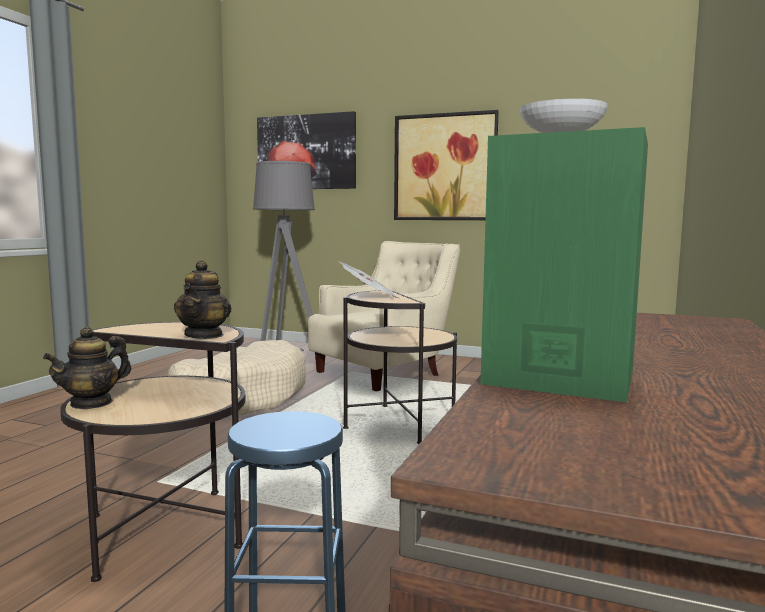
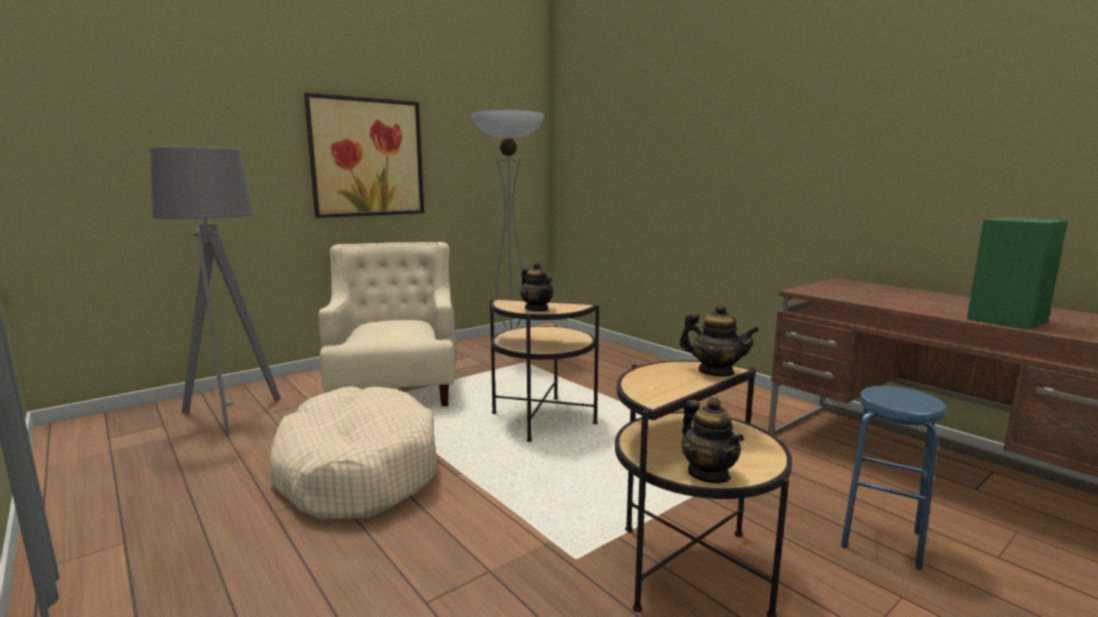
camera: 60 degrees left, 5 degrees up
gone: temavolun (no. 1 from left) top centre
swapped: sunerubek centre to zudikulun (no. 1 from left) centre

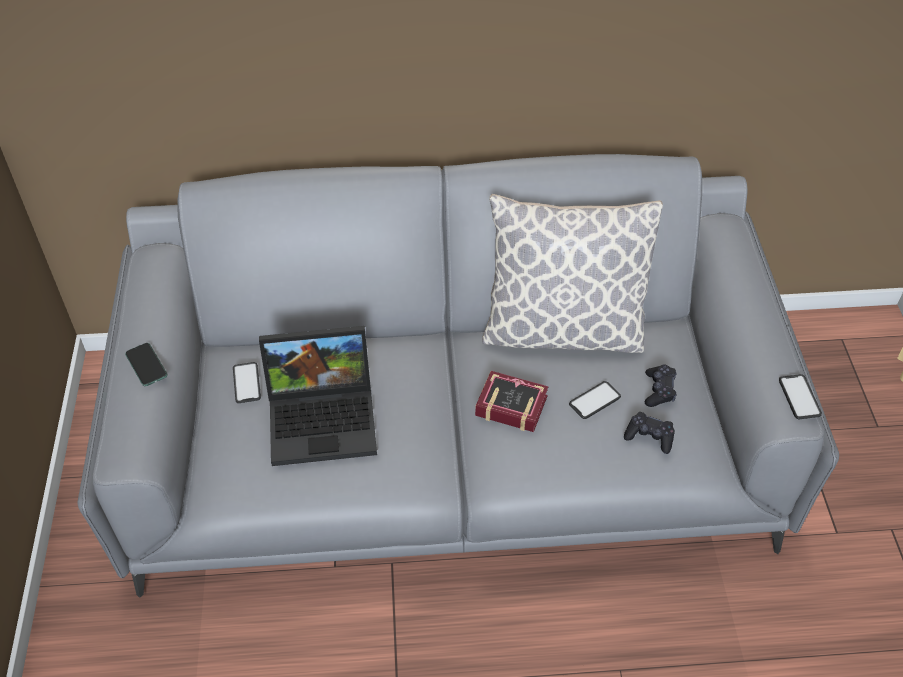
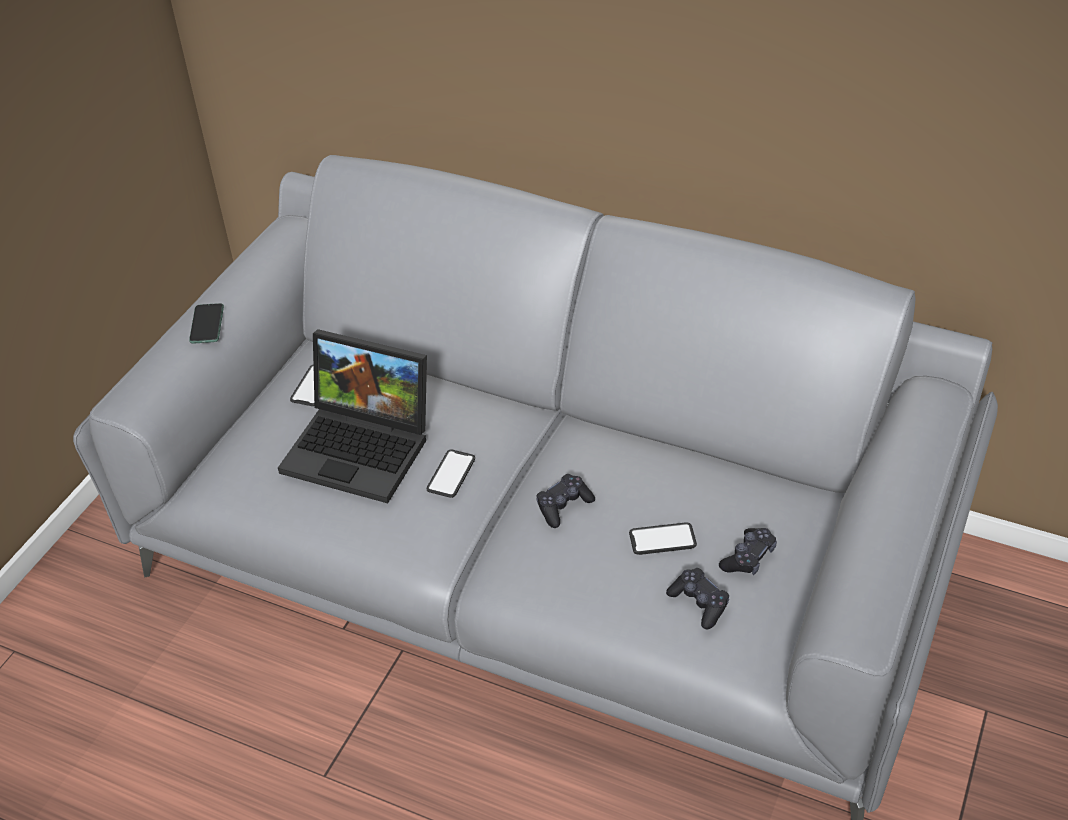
camera: 30 degrees right, 5 degrees down
gone: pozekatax centre
shifted: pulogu (no. 4 from left in the first image) middle right to pulogu (no. 3 from left) centre
swapped: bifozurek centre to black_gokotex (no. 1 from left) centre

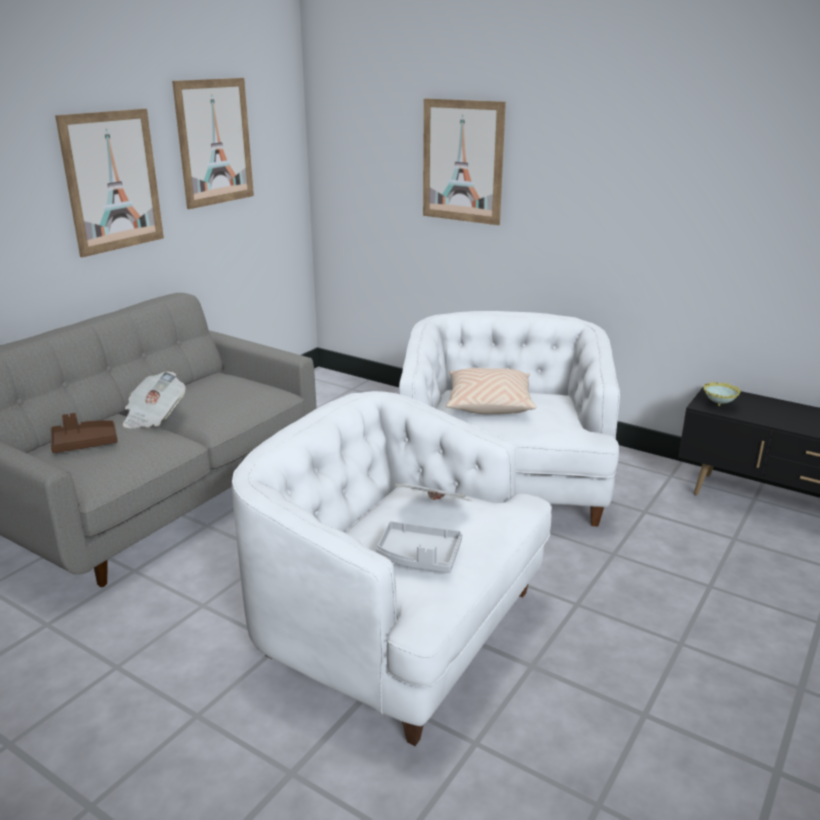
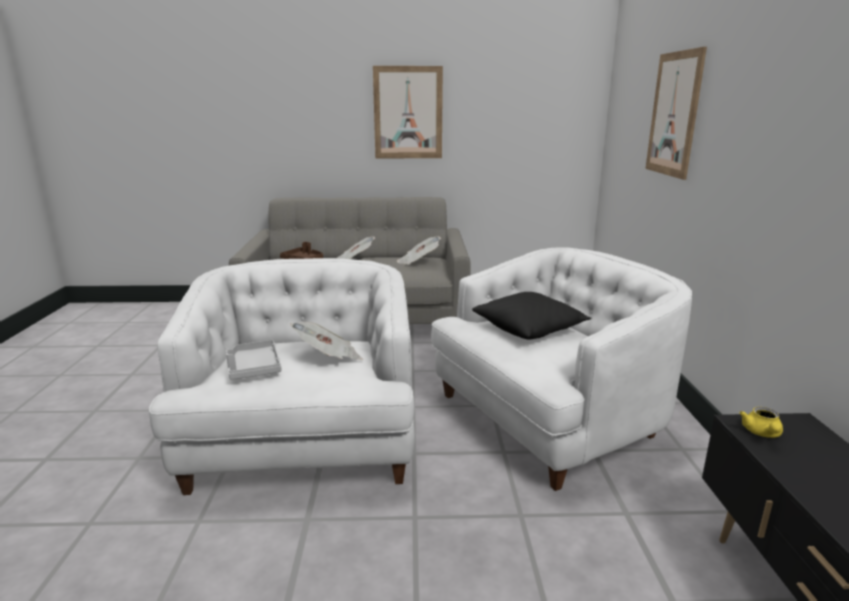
camera: 55 degrees right, 5 degrees down
gone: temavolun (no. 2 from left) top left
new: sunerubek (no. 3 from left) centre
swapped: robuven middle right to yellow_zudikulun bottom right
repainted: beige_pozekatax centre to black_pozekatax centre

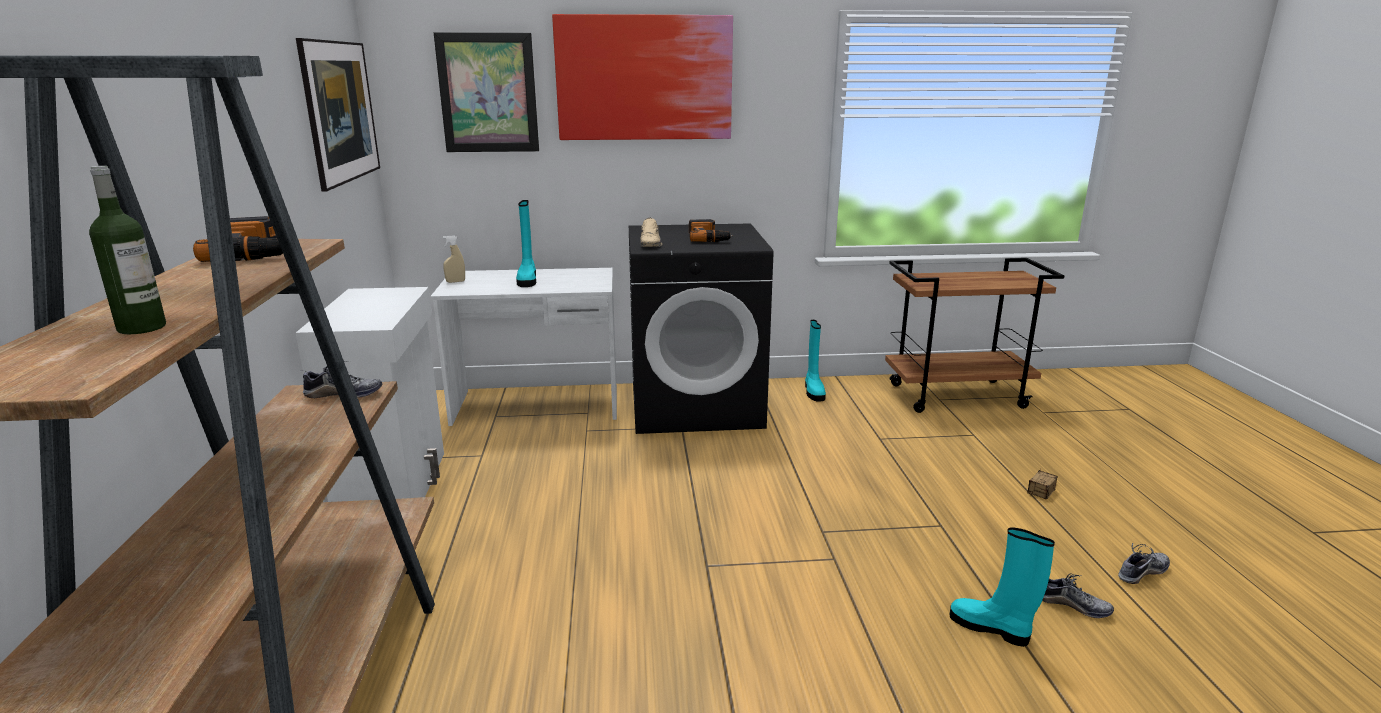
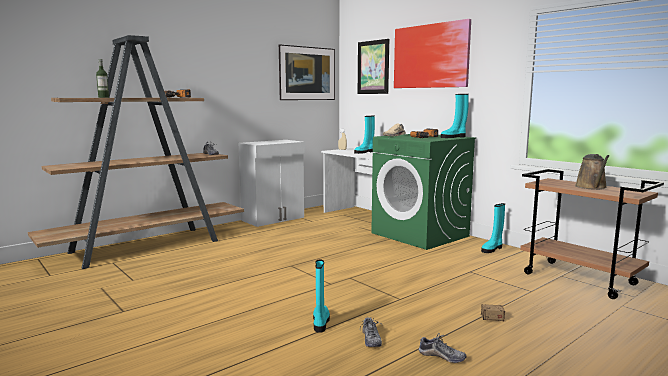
camera: 55 degrees right, 10 degrees down
new: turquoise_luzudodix (no. 3 from left) top right; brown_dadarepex middle right
repainted: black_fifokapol centre to green_fifokapol centre

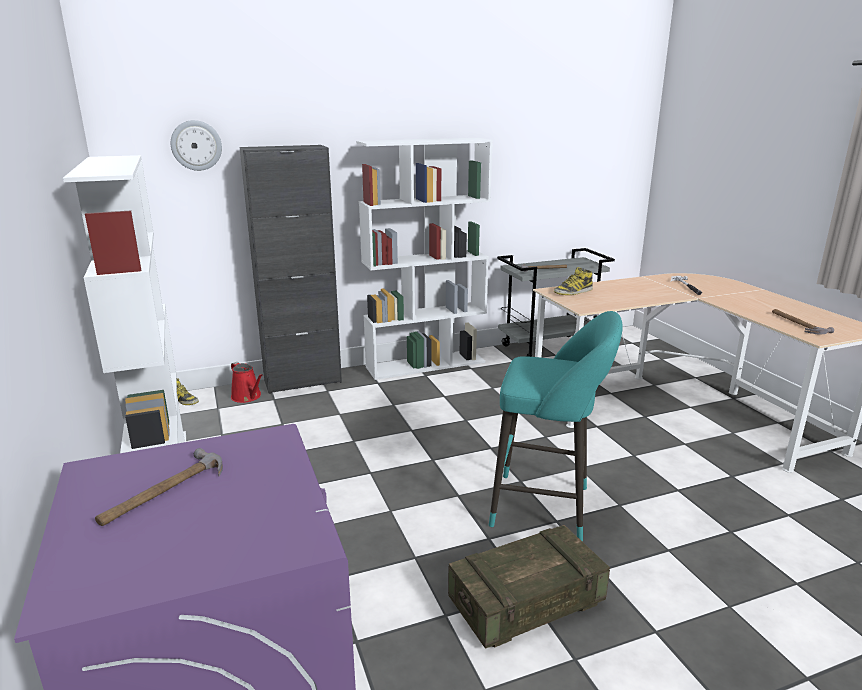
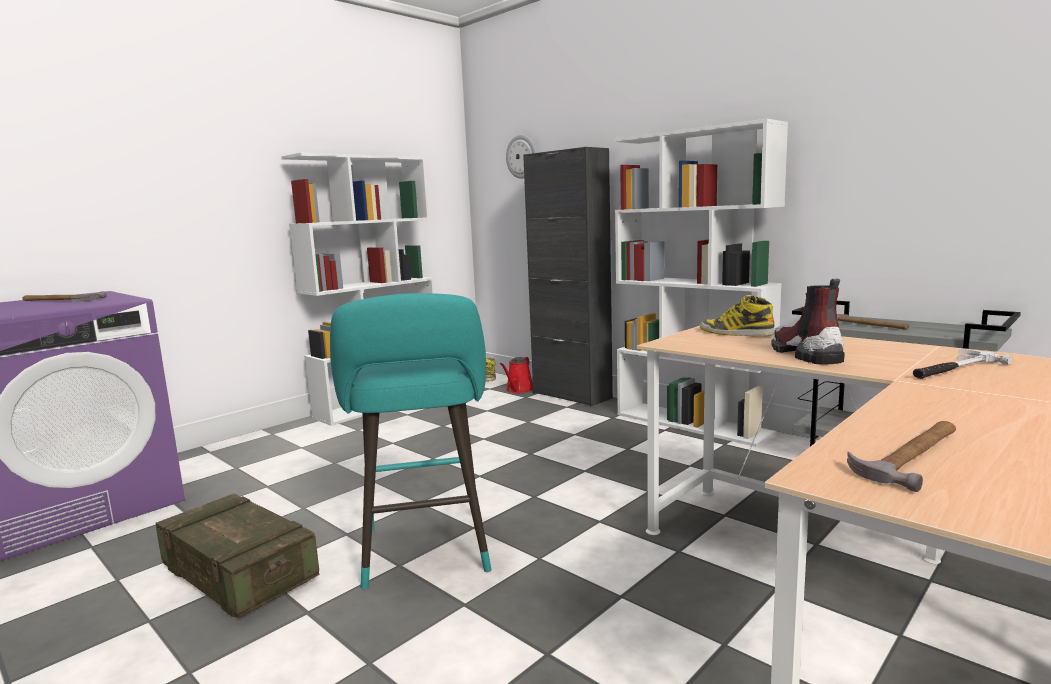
camera: 65 degrees right, 10 degrees down
new: luzudodix (no. 3 from left) middle right

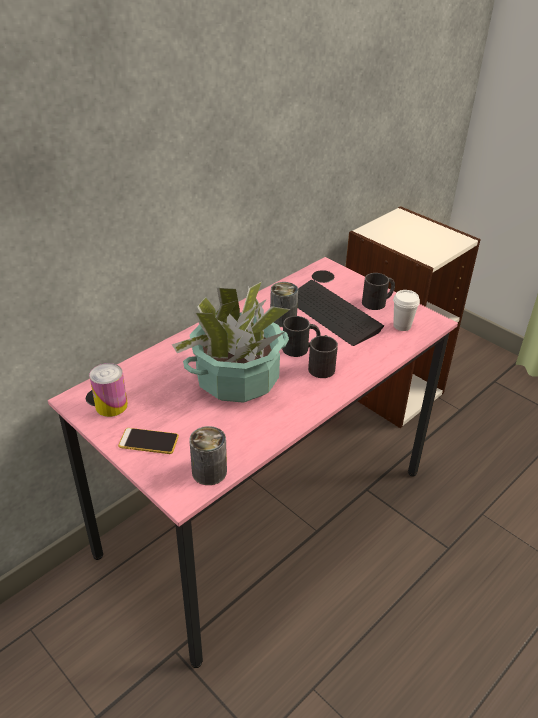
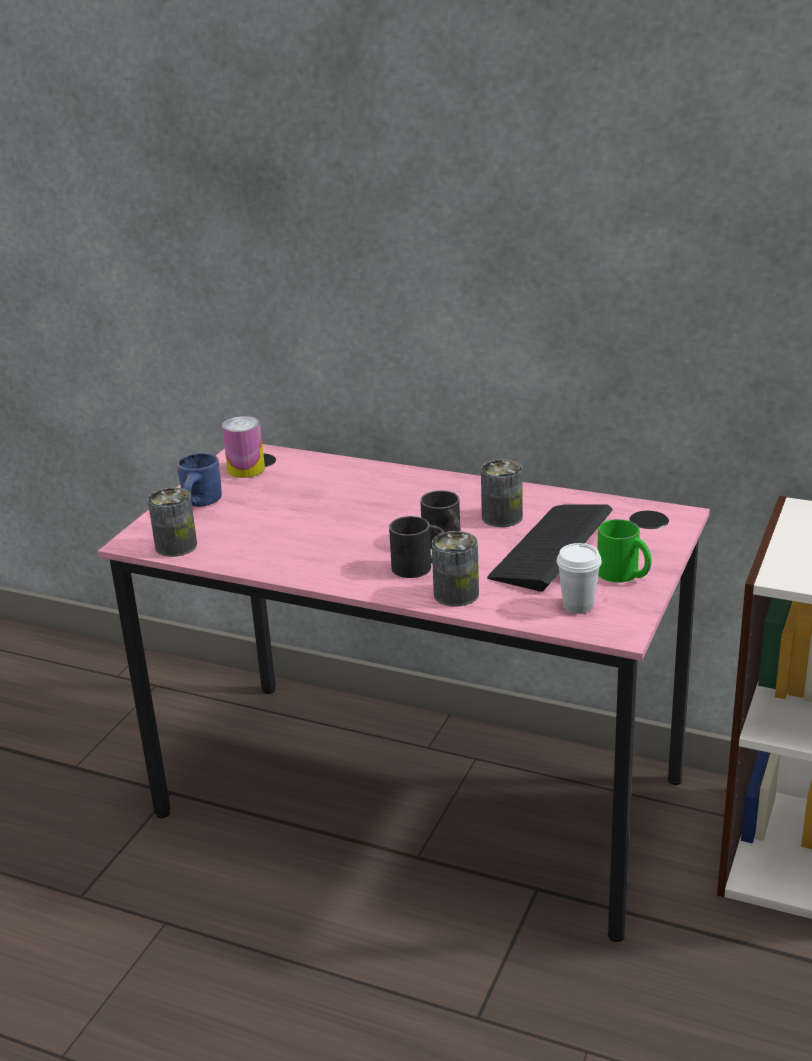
camera: 70 degrees right, 10 degrees down
gone: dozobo centre
new: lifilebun (no. 3 from left) centre
swapped: pulogu middle left to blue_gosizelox middle left
repainted: black_gosizelox (no. 3 from left) middle right to green_gosizelox middle right

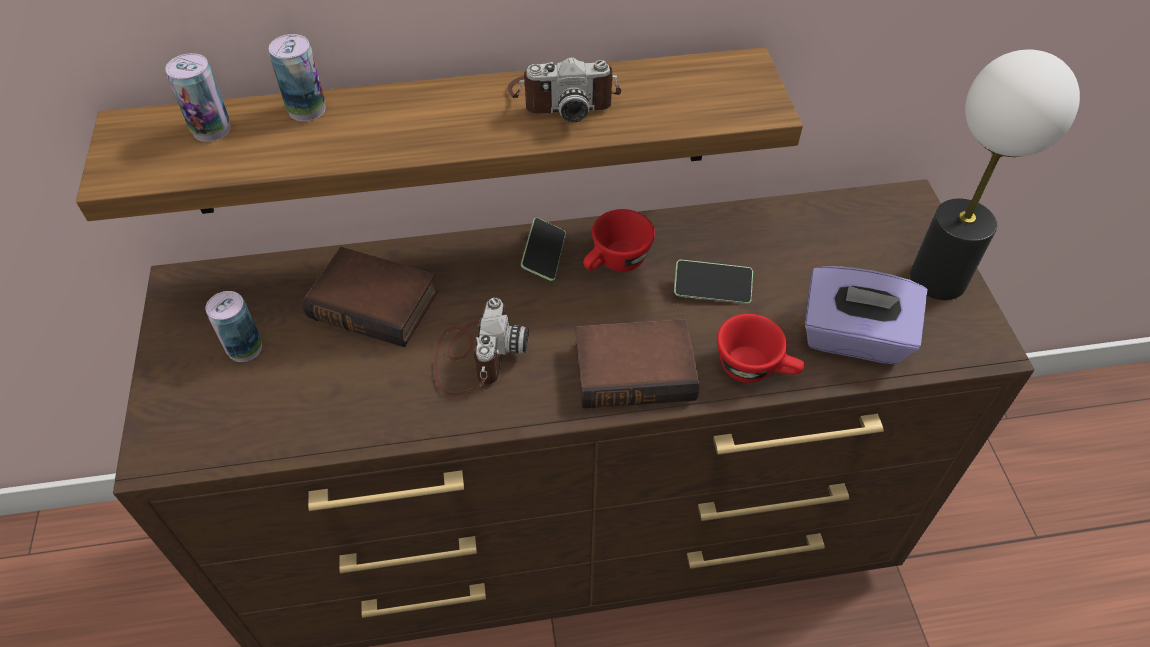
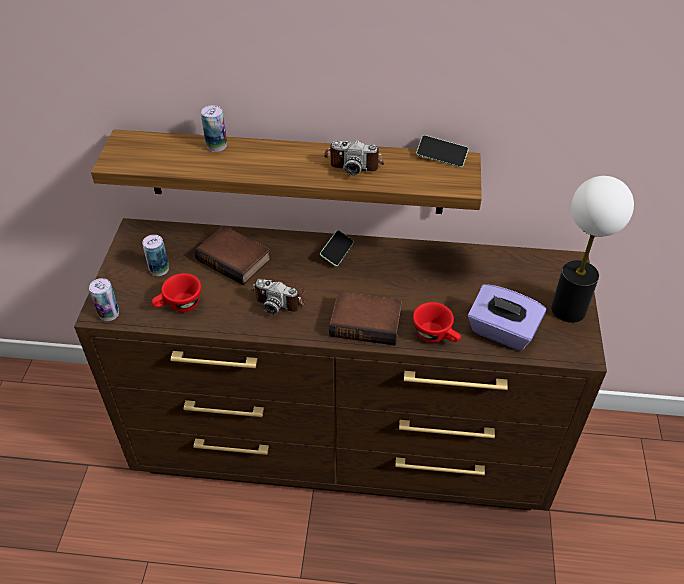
camera: 15 degrees right, 5 degrees down
shifted: lifilebun (no. 1 from left) top left to middle left; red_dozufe (no. 1 from left) centre to middle left; pulogu (no. 2 from left) centre to top centre
rotated: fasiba (no. 1 from left) centre = centre 90 degrees clockwise

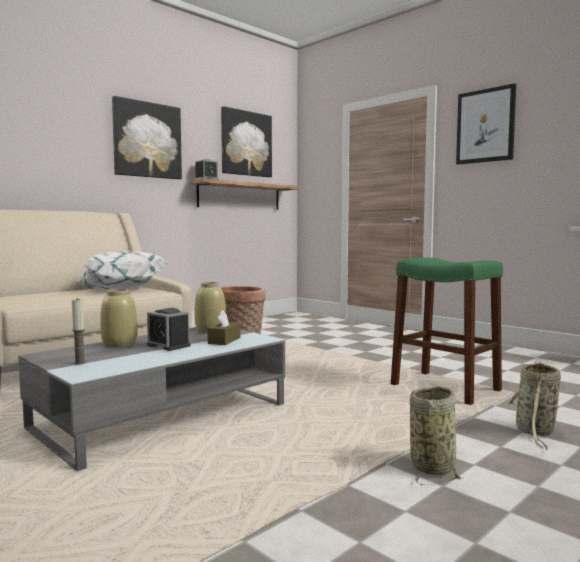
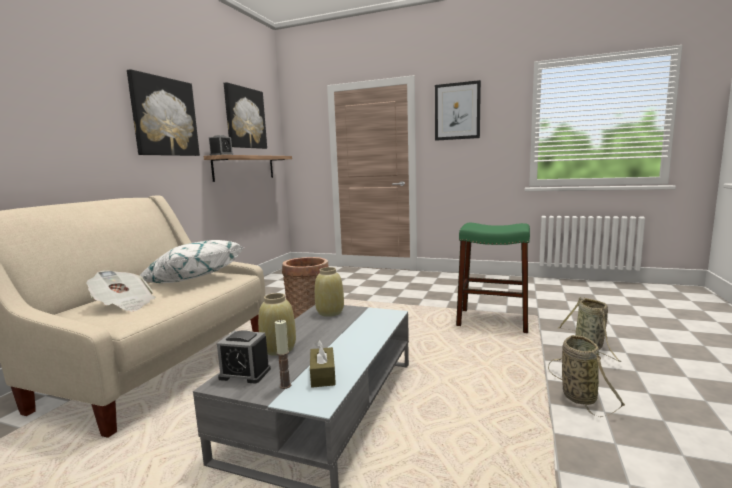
camera: 25 degrees left, 5 degrees up
new: sunerubek middle left
shifted: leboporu (no. 1 from left in the first image) middle left to leboporu (no. 2 from left) bottom centre; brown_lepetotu centre to bottom centre

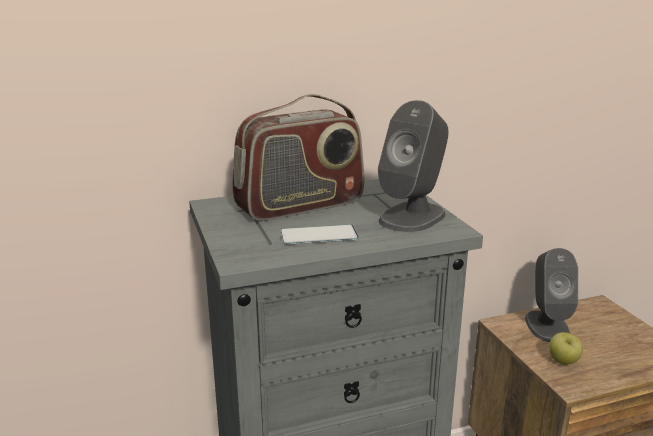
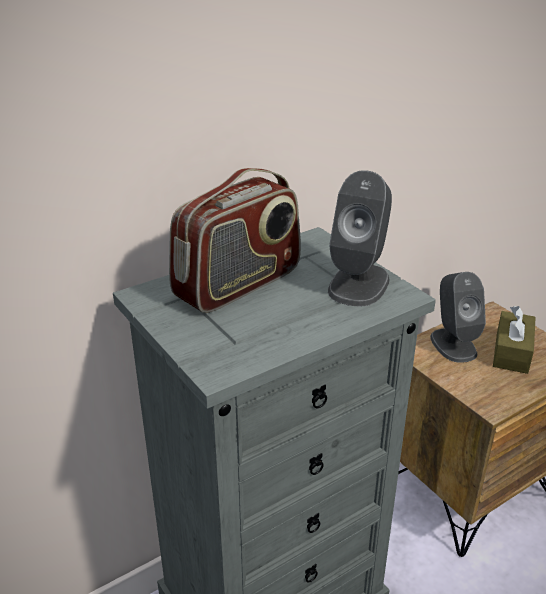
camera: 15 degrees left, 10 degrees up
gone: pulogu centre; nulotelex bottom right
new: brown_lepetotu middle right

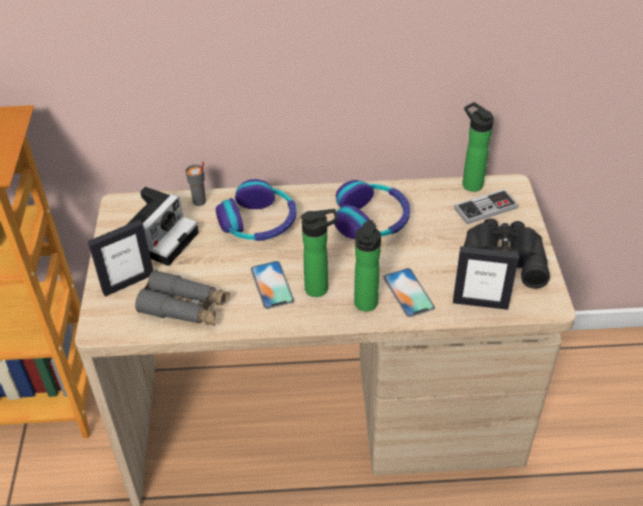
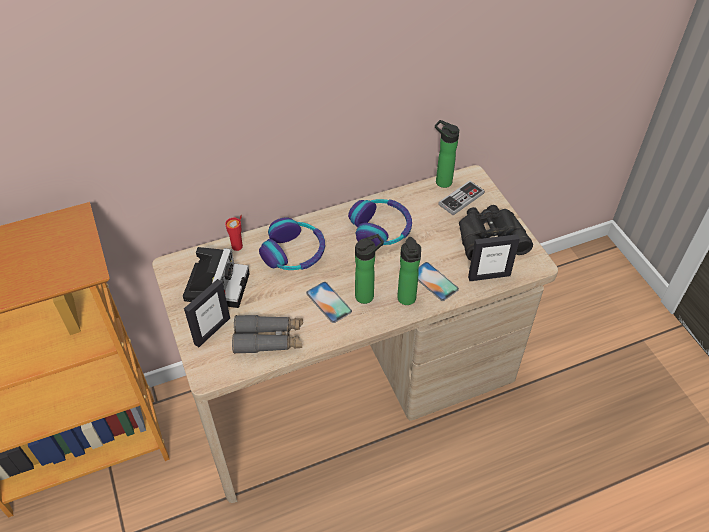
camera: 20 degrees left, 5 degrees up
repainted: grey_dozufe middle left to red_dozufe middle left

